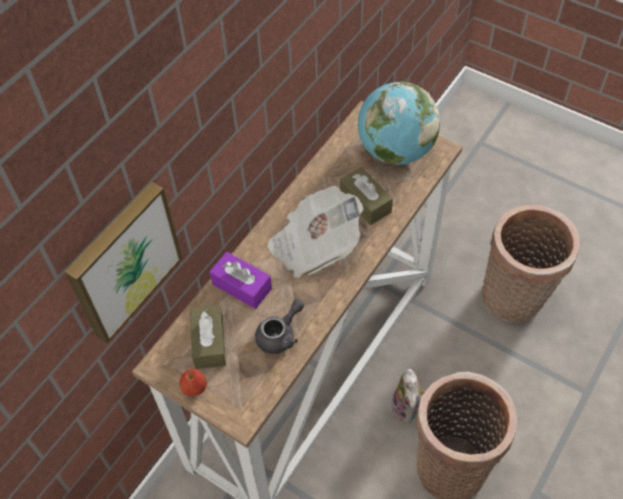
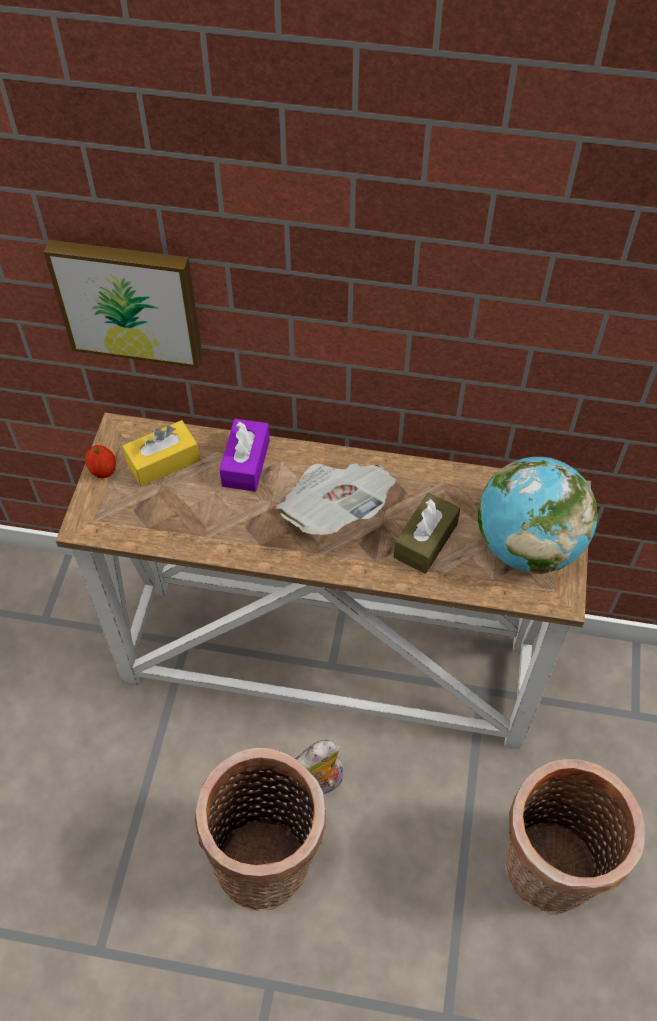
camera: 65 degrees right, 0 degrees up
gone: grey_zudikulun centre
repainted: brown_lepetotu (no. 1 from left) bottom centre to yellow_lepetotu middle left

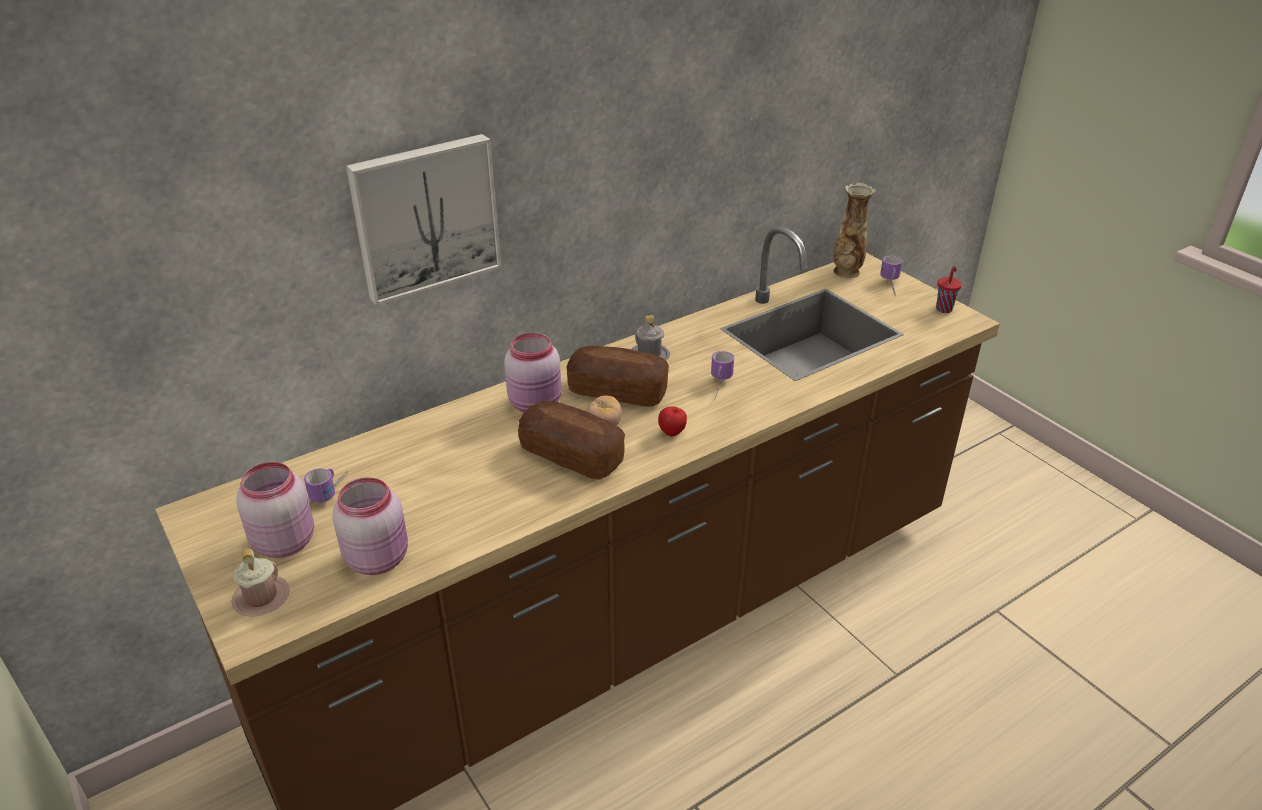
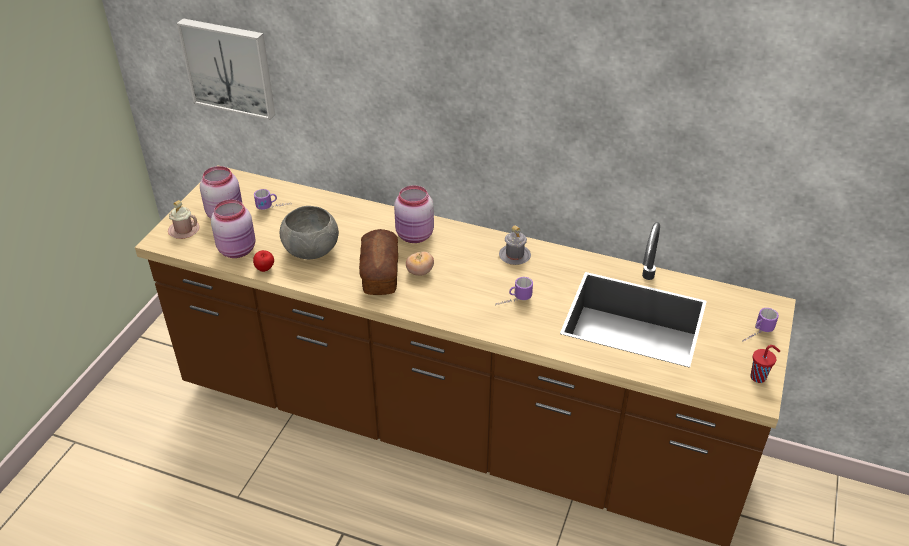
camera: 55 degrees right, 5 degrees up
gone: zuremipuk top right; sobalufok (no. 2 from left) centre
new: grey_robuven centre
shifted: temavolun top centre to top left; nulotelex centre to middle left

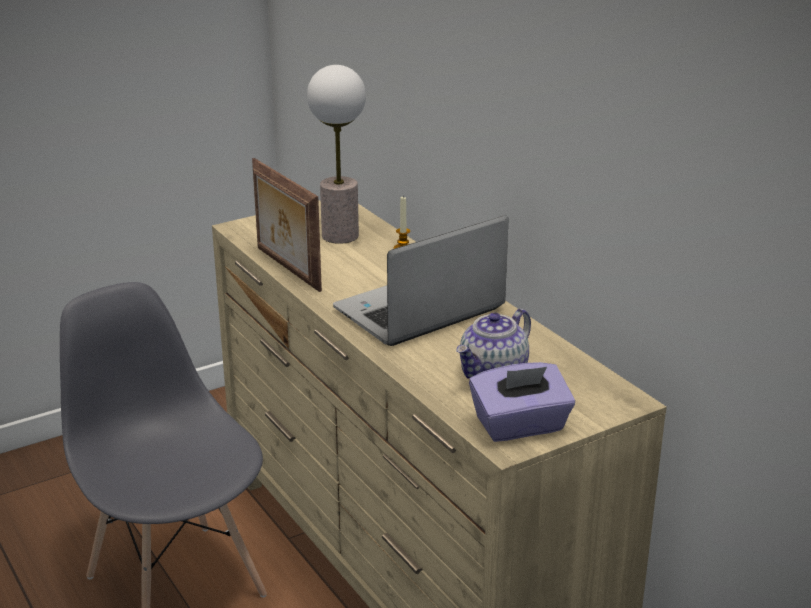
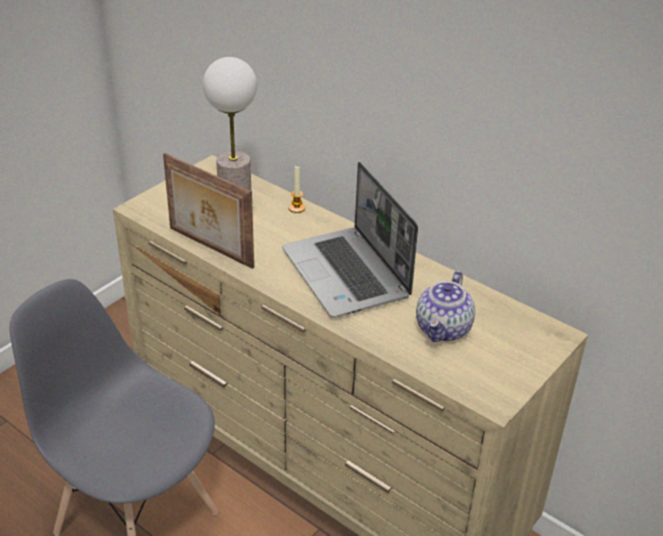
camera: 20 degrees left, 10 degrees up
gone: purple_lepetotu centre
rotated: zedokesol centre = centre 60 degrees counterclockwise

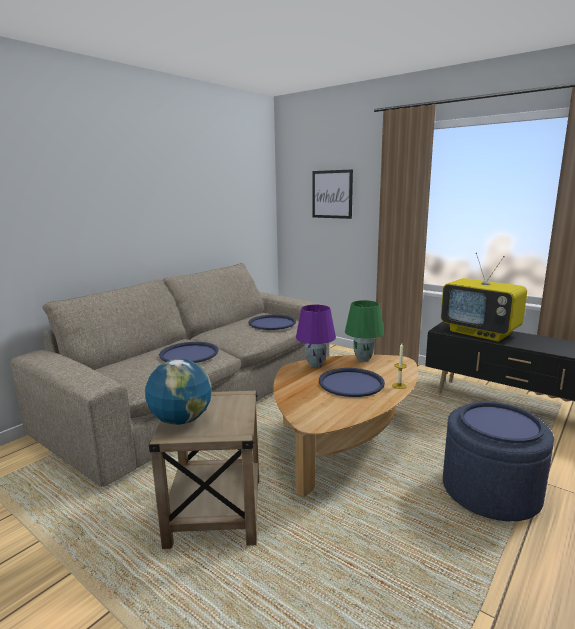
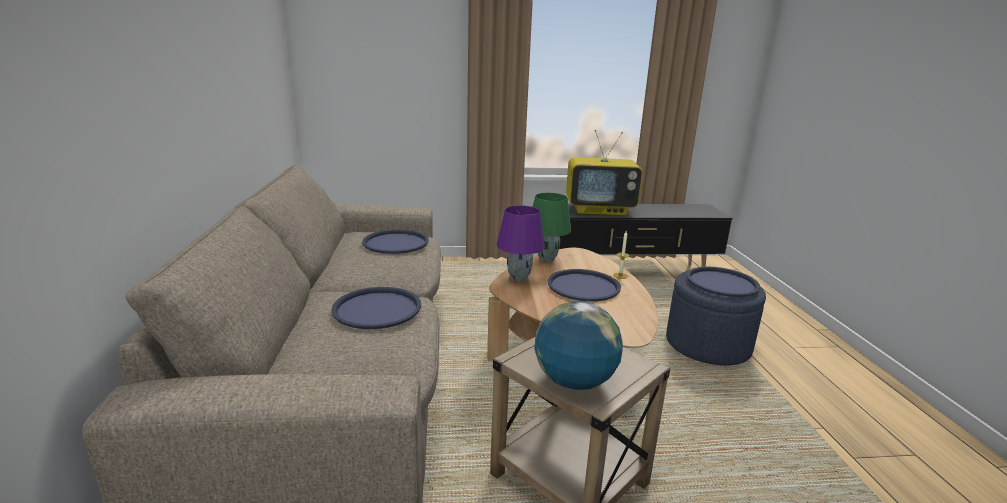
camera: 45 degrees left, 5 degrees up
gone: temavolun top centre

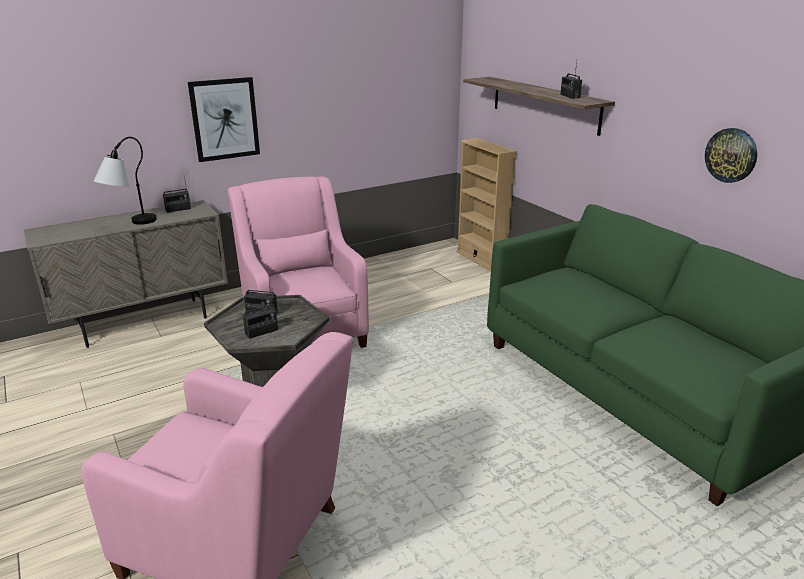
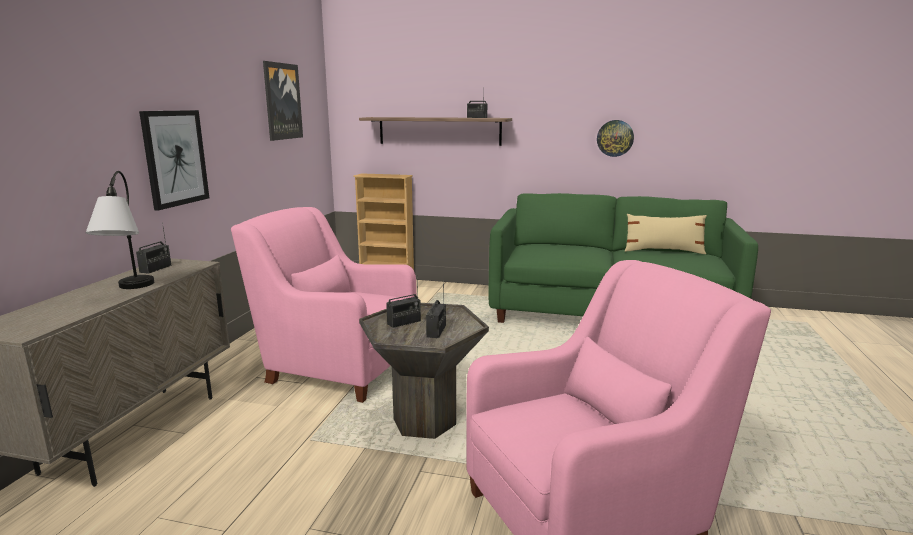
camera: 45 degrees left, 10 degrees down
new: temavolun (no. 2 from left) top left; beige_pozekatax middle right

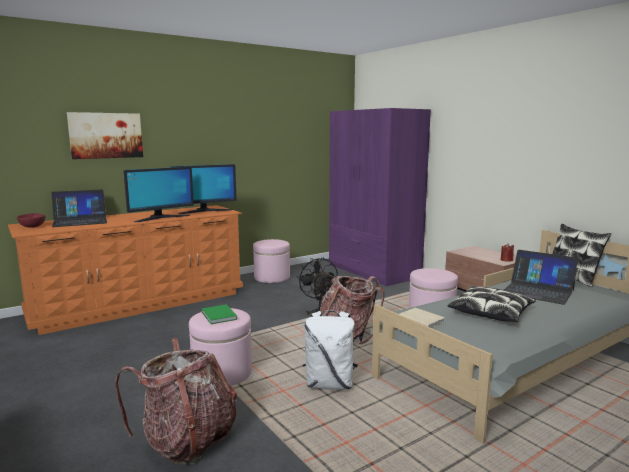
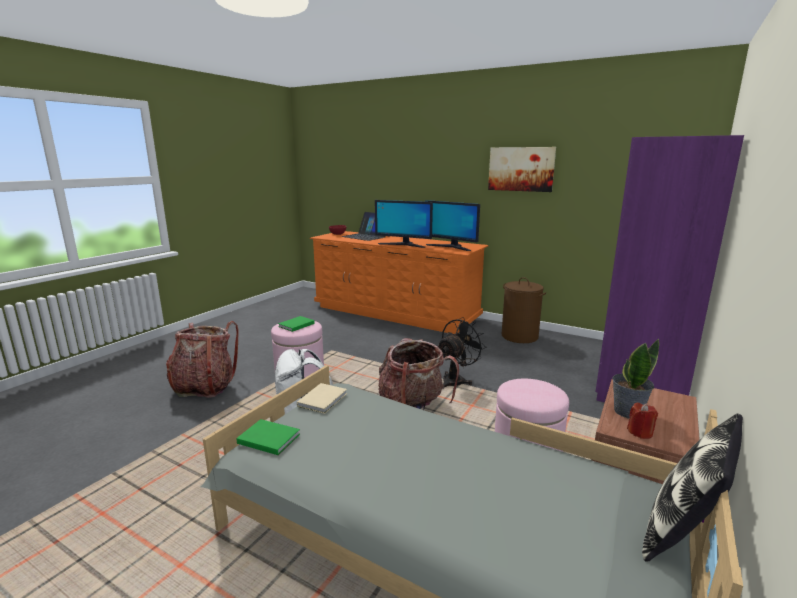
camera: 65 degrees right, 5 degrees up
gone: zedokesol (no. 2 from left) middle right; pozekatax (no. 1 from left) middle right
new: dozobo middle right; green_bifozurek (no. 1 from left) bottom centre
shifted: temavolun top left to top centre
swapped: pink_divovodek (no. 2 from left) centre to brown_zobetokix centre

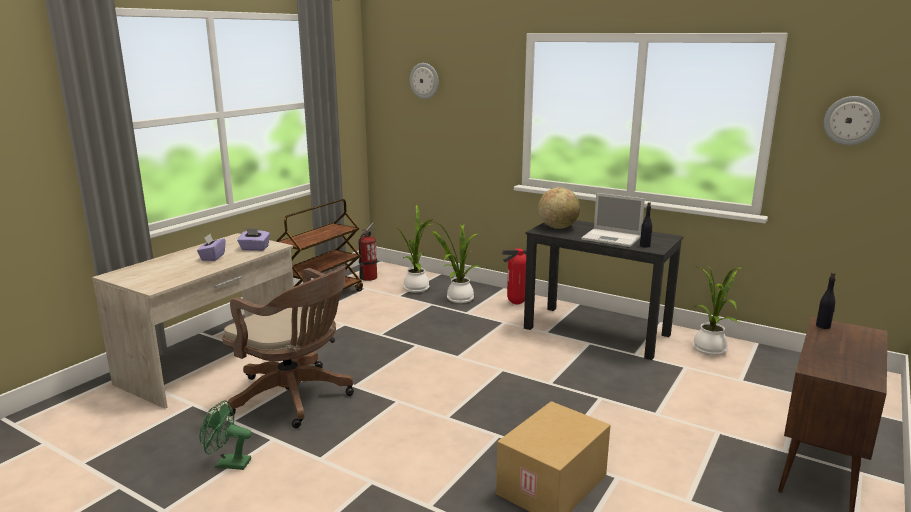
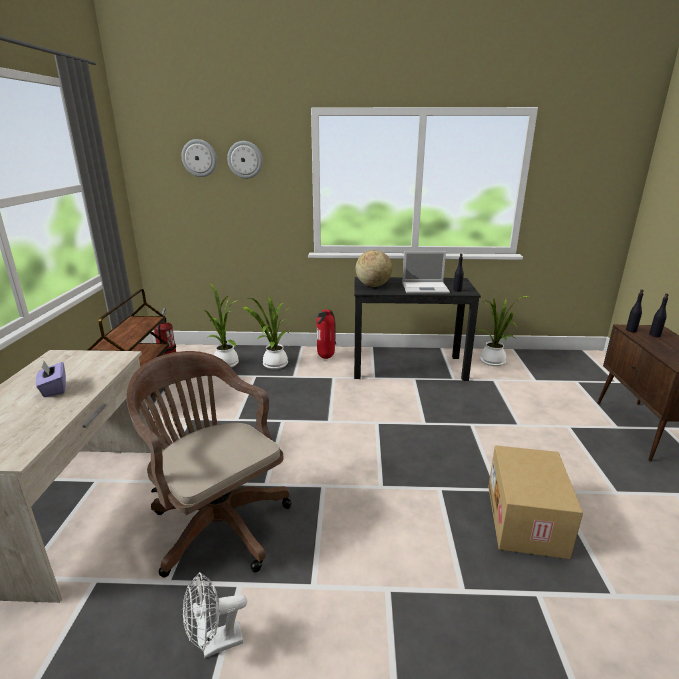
camera: 30 degrees left, 5 degrees up
gone: purple_lepetotu (no. 2 from left) middle left
new: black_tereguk (no. 3 from left) middle right
shifted: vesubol (no. 2 from left) top right to top centre
repainted: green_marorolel bottom left to white_marorolel bottom left
rotated: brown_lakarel bottom left = bottom left 135 degrees counterclockwise

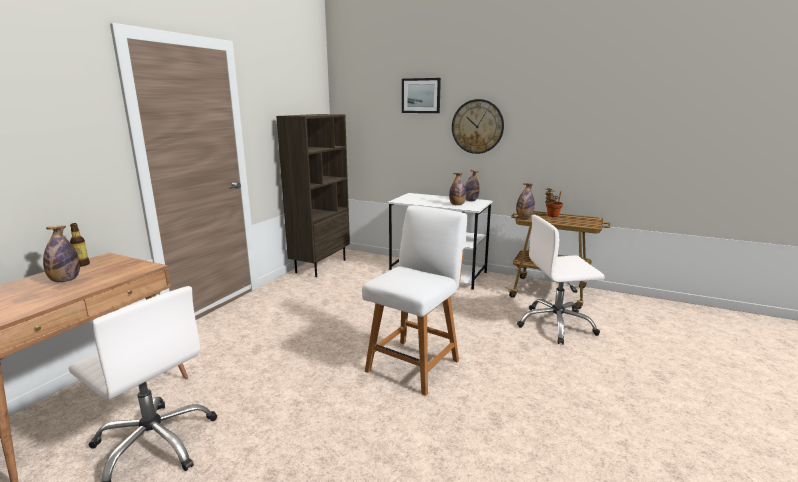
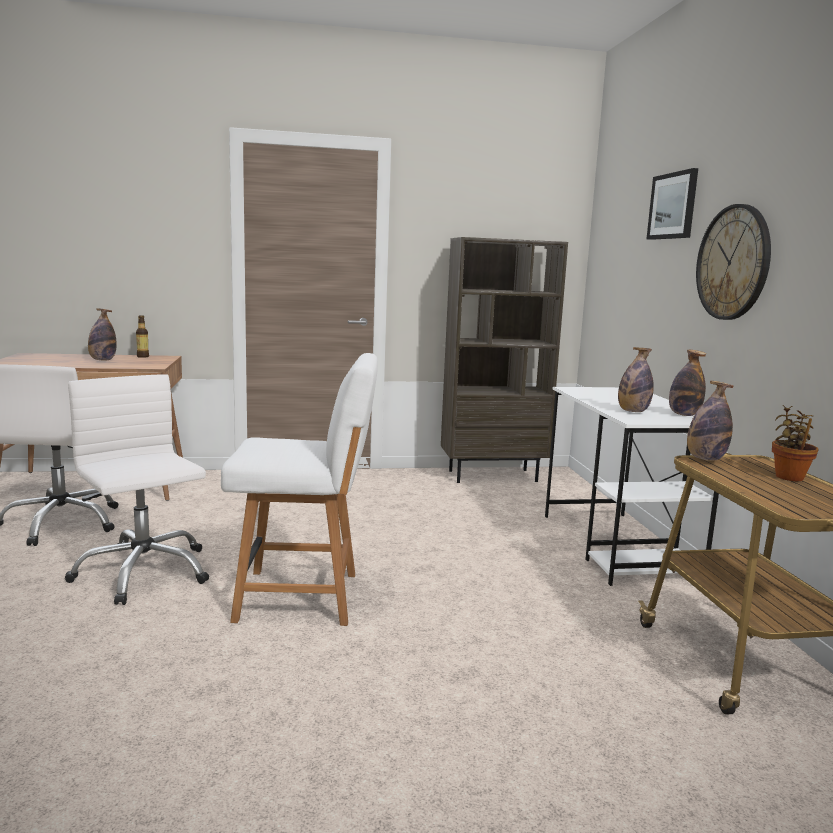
camera: 55 degrees right, 5 degrees down
shifted: white_lakarel (no. 2 from left) middle right to middle left

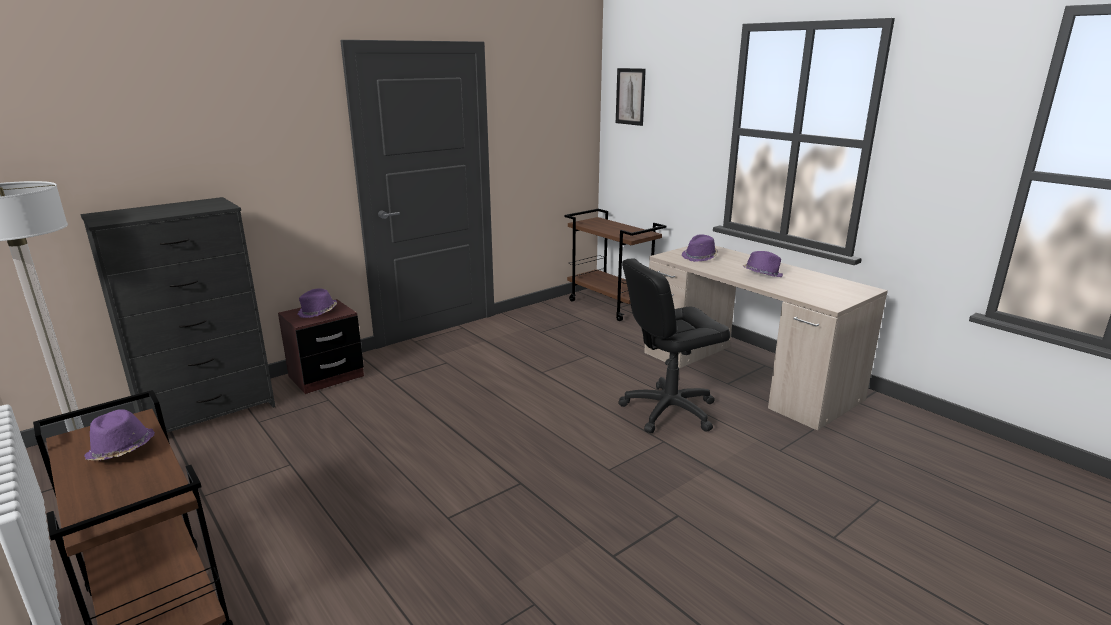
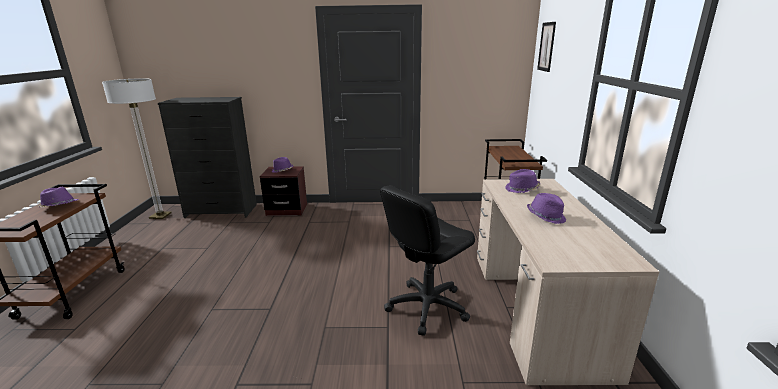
camera: 40 degrees right, 0 degrees up
rotated: black_lakarel centre = bottom centre 60 degrees counterclockwise

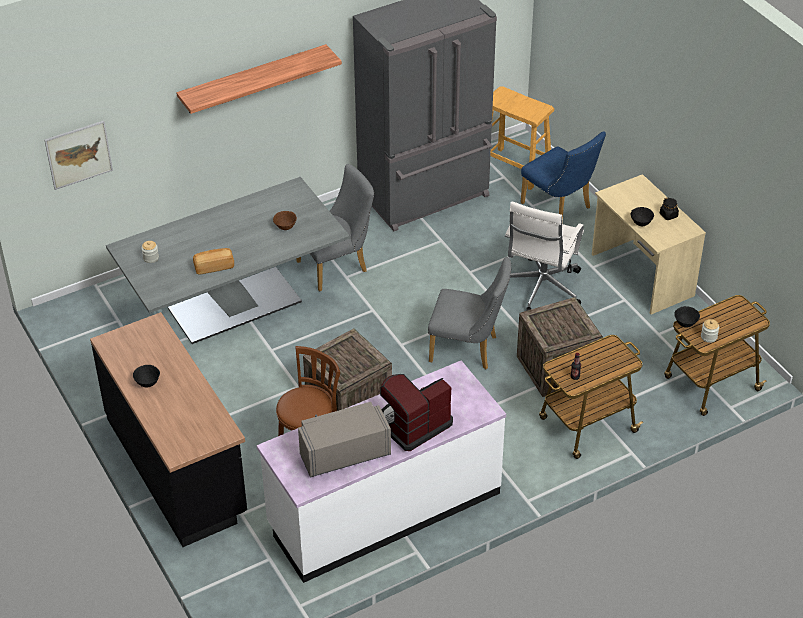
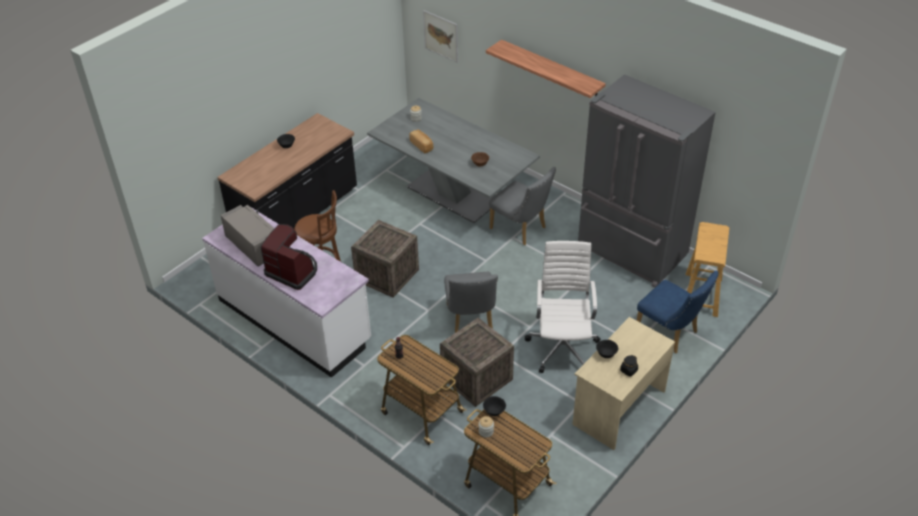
camera: 70 degrees right, 0 degrees up
rotated: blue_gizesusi top right = middle right 75 degrees counterclockwise; white_lakarel middle right = centre 90 degrees clockwise

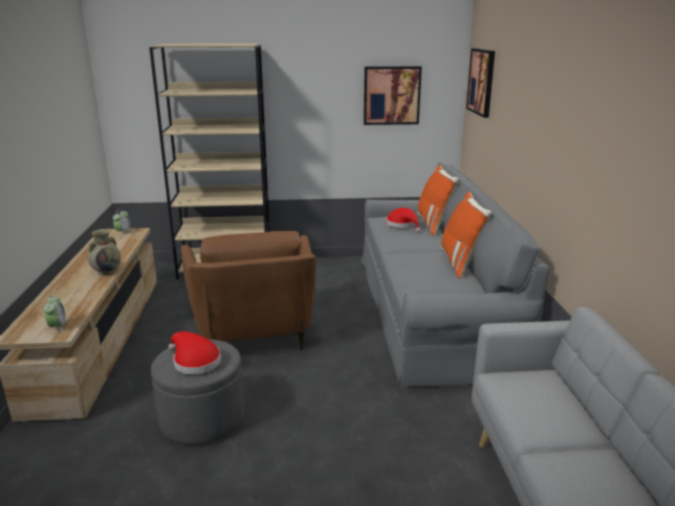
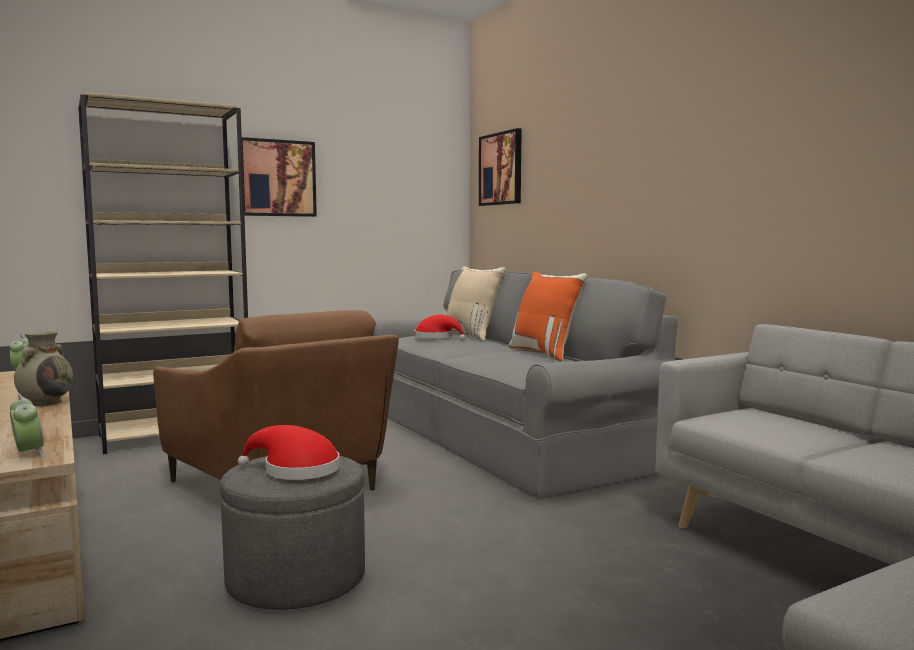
camera: 25 degrees left, 15 degrees down
shifted: temavolun (no. 1 from left) top centre to top left
repainted: orange_pozekatax (no. 1 from left) centre to beige_pozekatax centre

